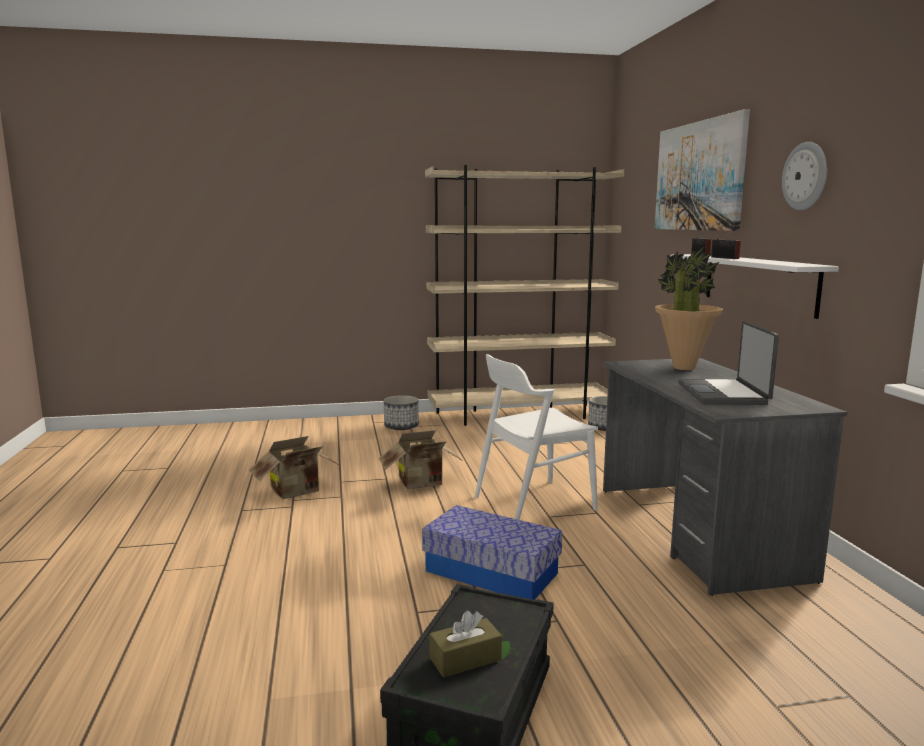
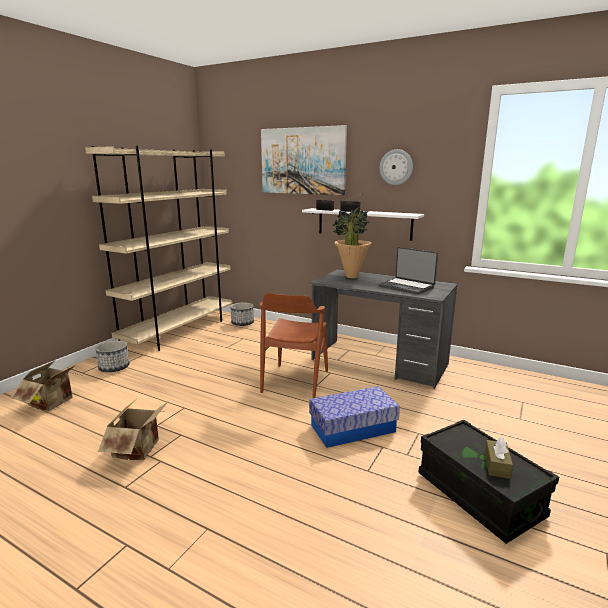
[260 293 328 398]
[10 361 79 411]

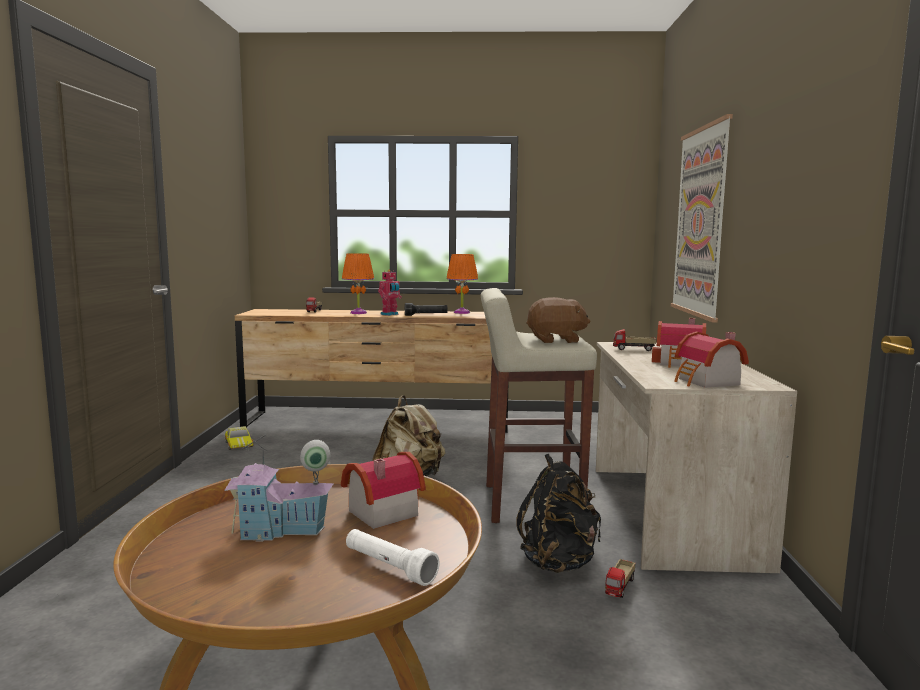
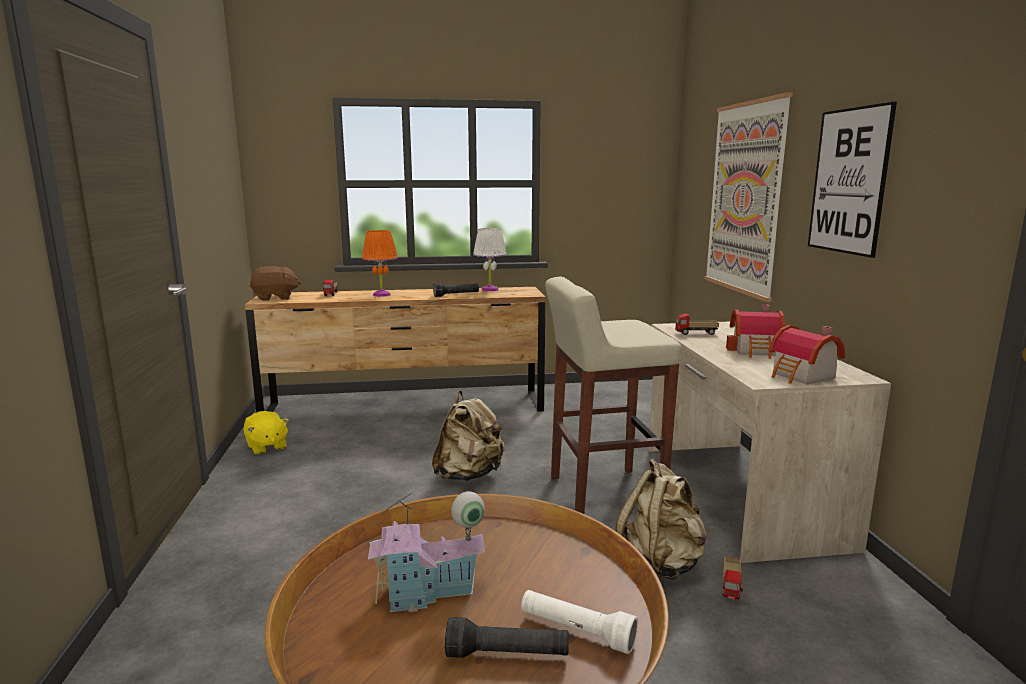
[473 228 506 291]
[378 270 402 316] (first image)
[250 266 301 301]
[243 411 289 455]
[341 452 426 529] (first image)
[615 459 707 580]
[808 101 897 258]
[445 617 569 658]

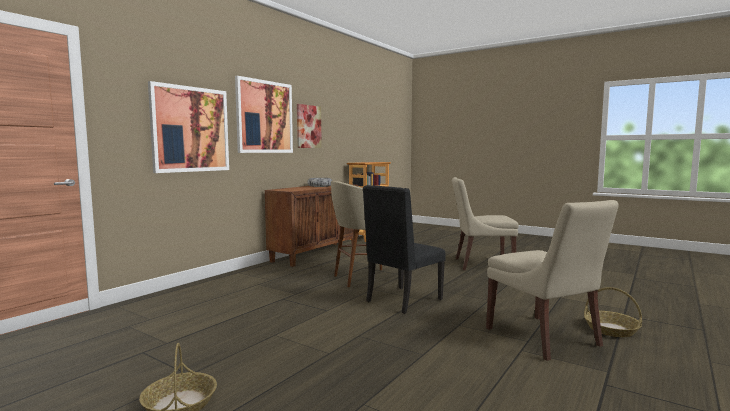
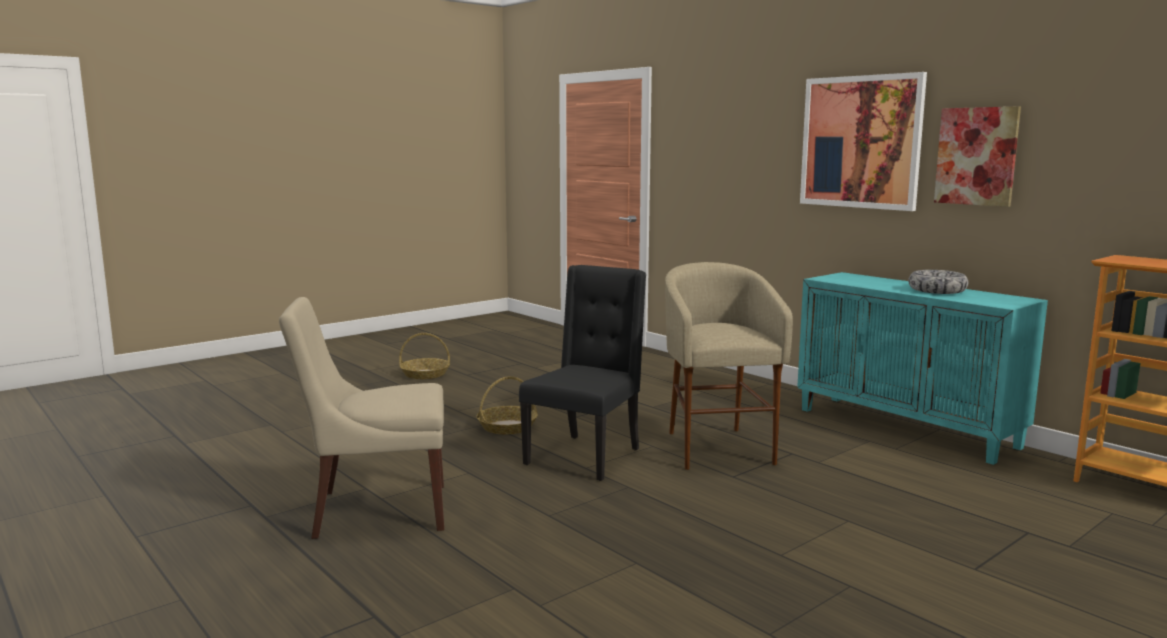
[148 81 229 173] (first image)
[452 177 519 270] (first image)
[797 272 1048 465]
[519 265 646 481]
[477 376 538 434]

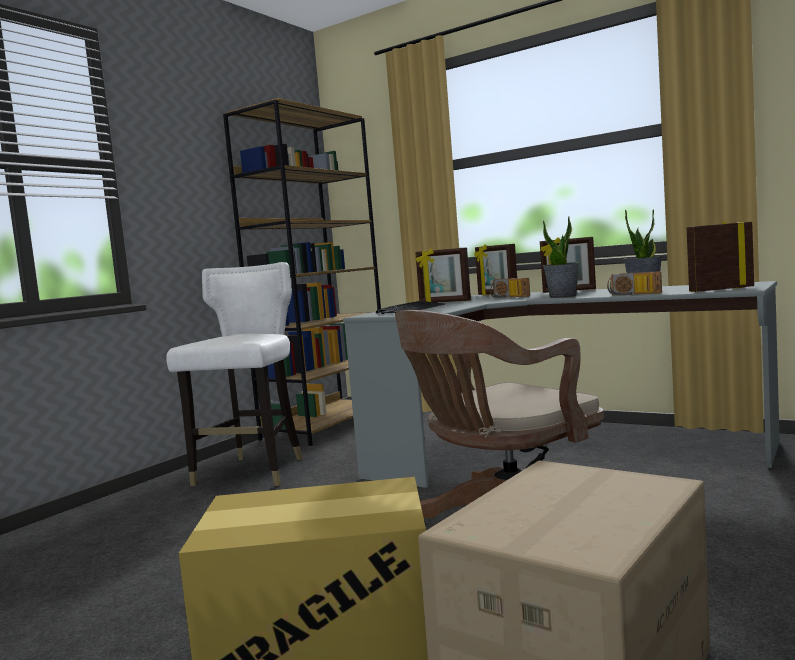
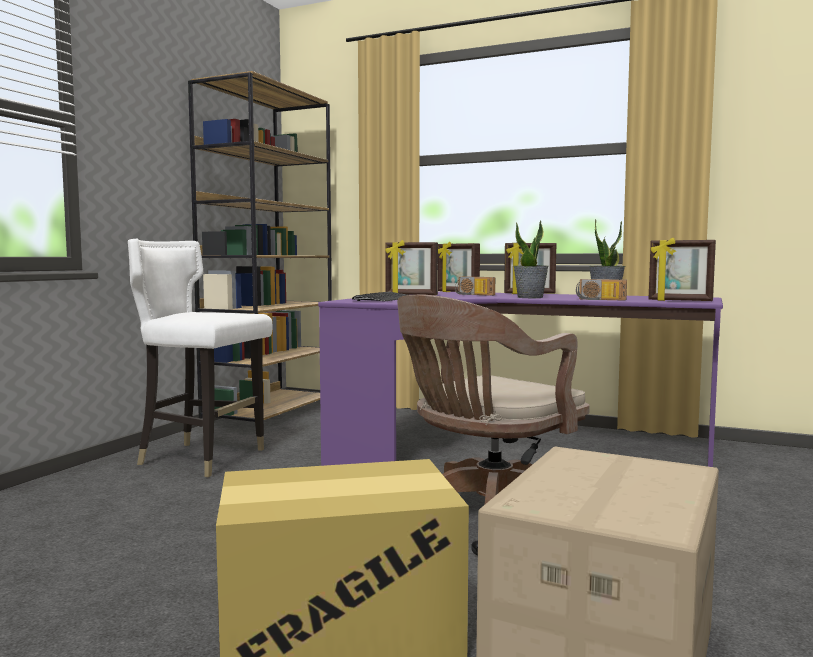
[649 238 716 301]
[128 238 273 477]
[318 292 723 467]

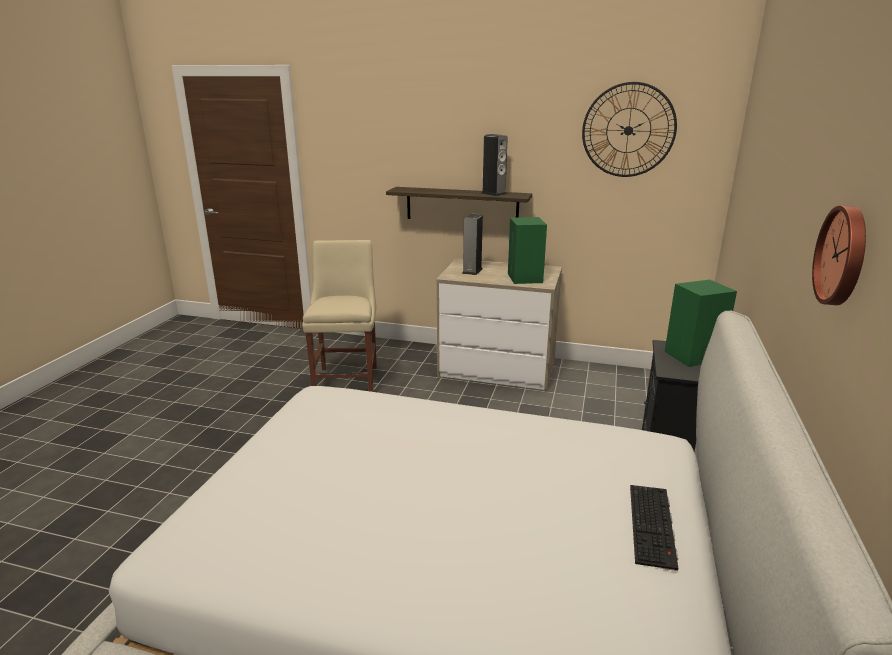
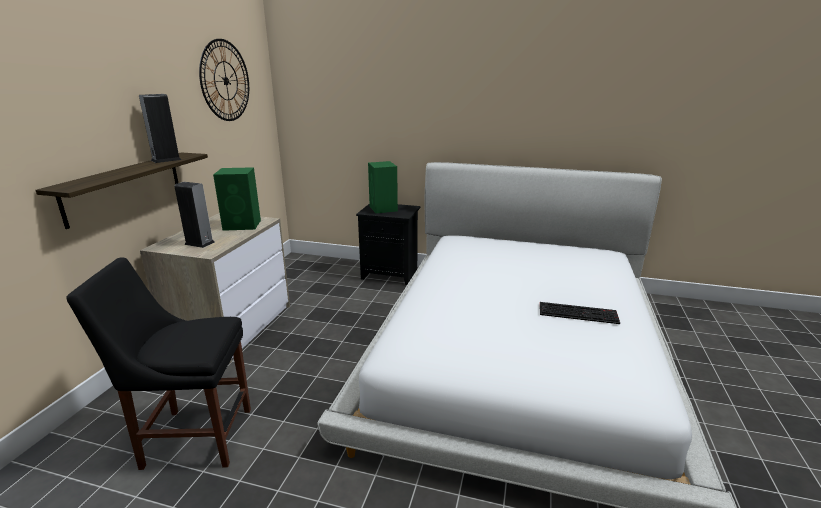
[812 205 866 305] (first image)
[66 257 251 470]
[540 302 620 324]

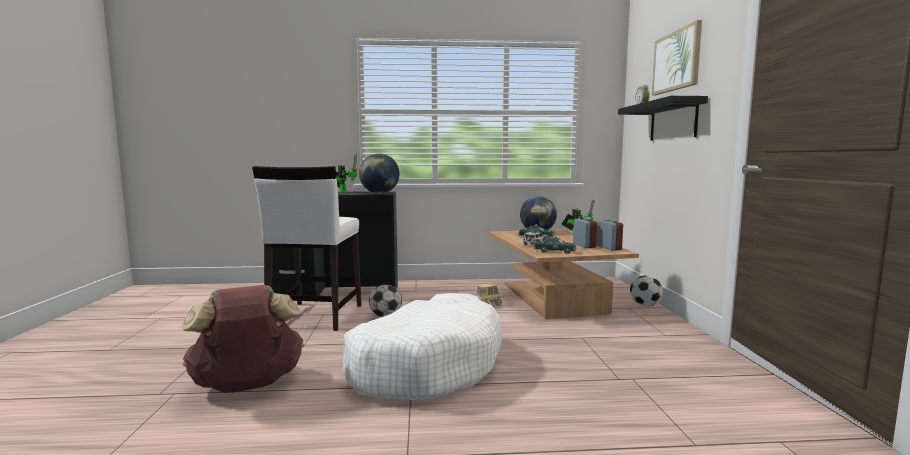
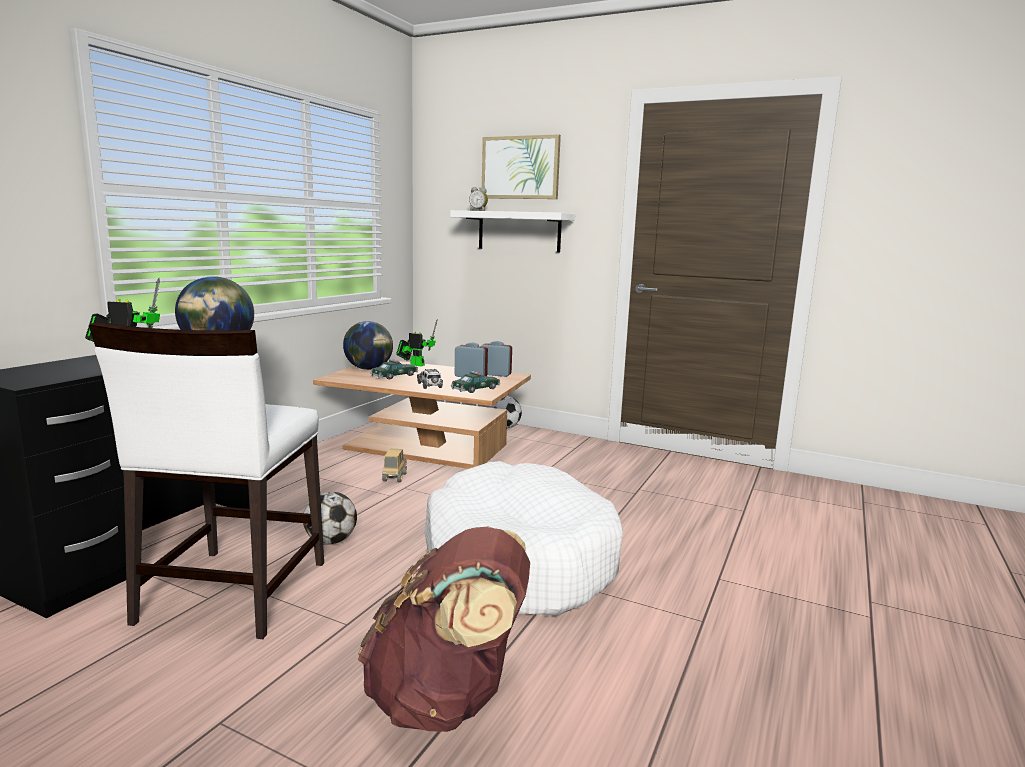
[450 210 575 252]
[89 322 324 639]

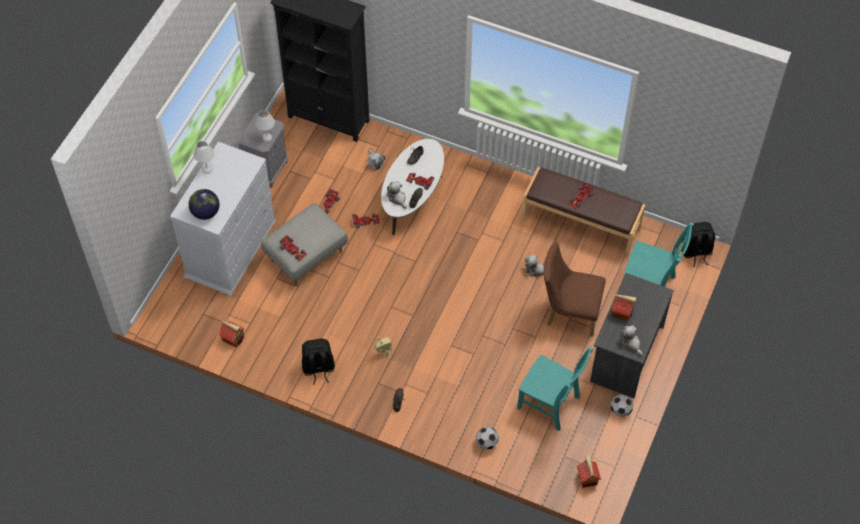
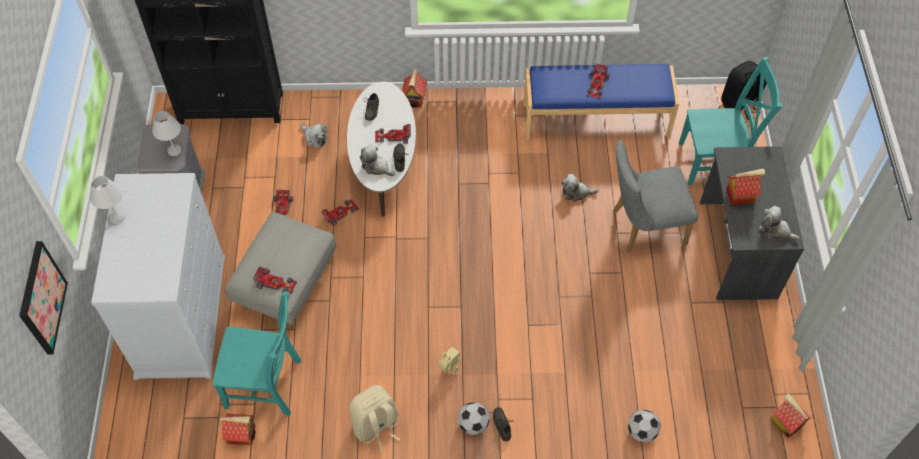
[523 64 679 140]
[189 189 220 220] (first image)
[613 140 698 253]
[349 385 400 452]
[212 291 301 416]
[458 402 490 435]
[402 68 427 108]
[19 241 68 355]

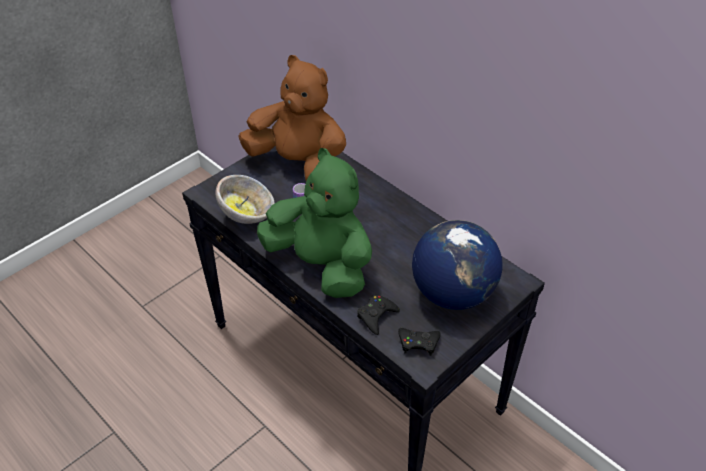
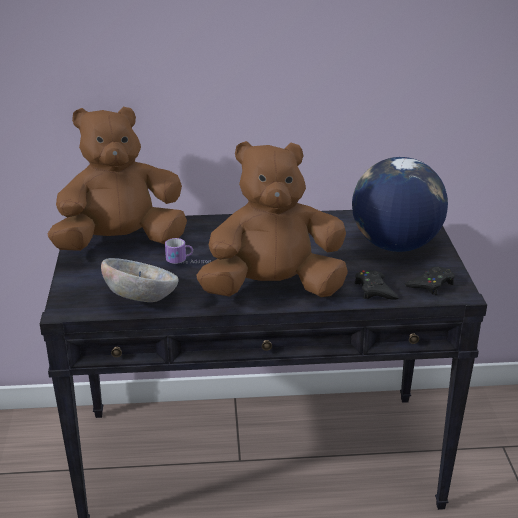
[197 141 348 297]

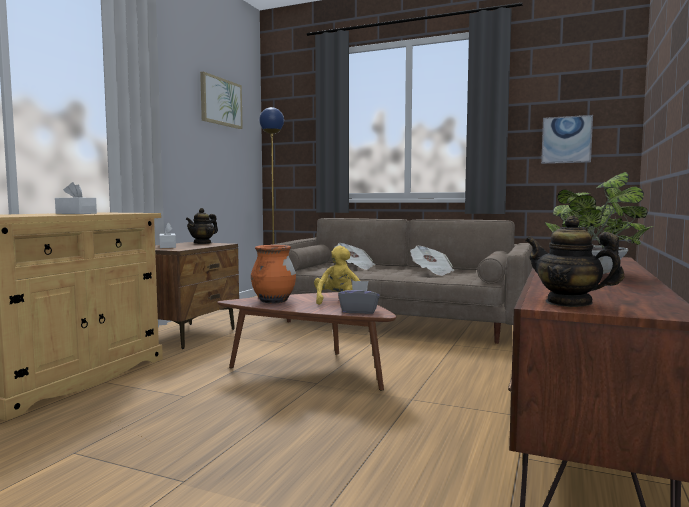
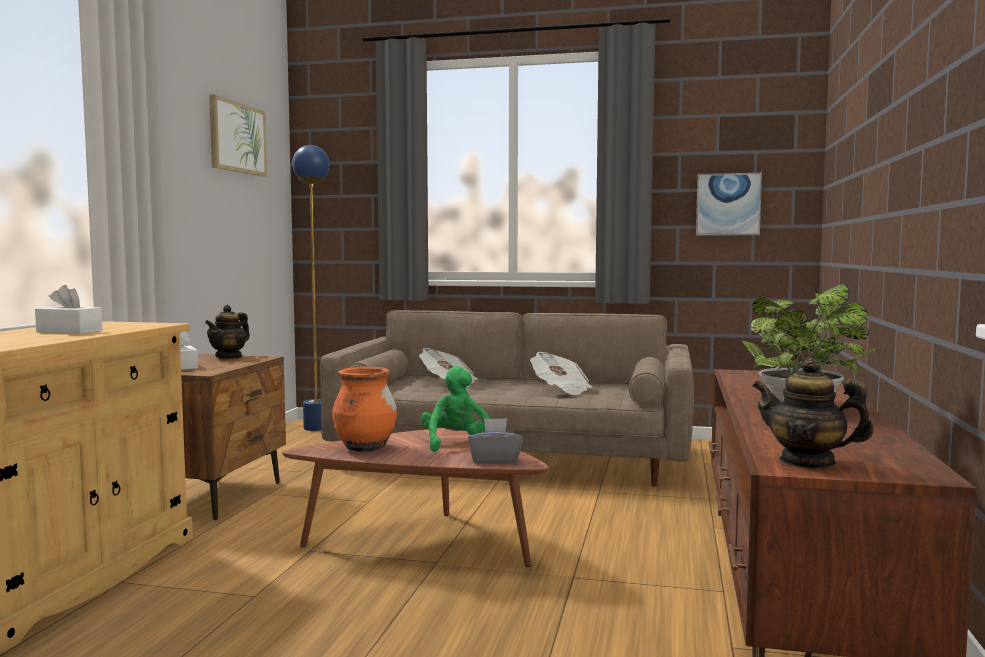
[421 366 490 452]

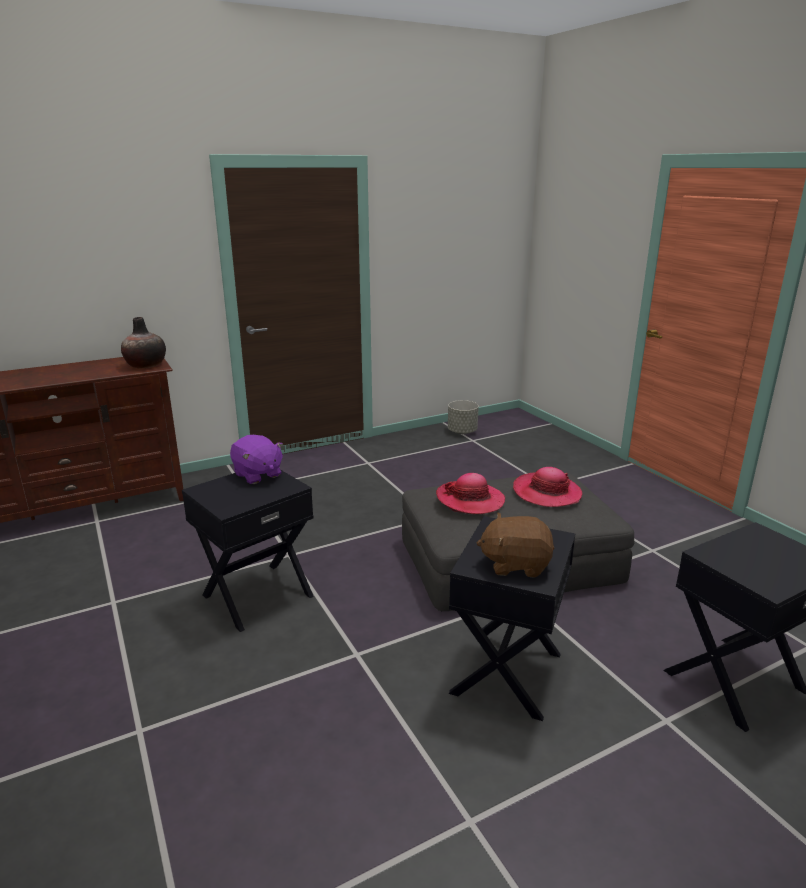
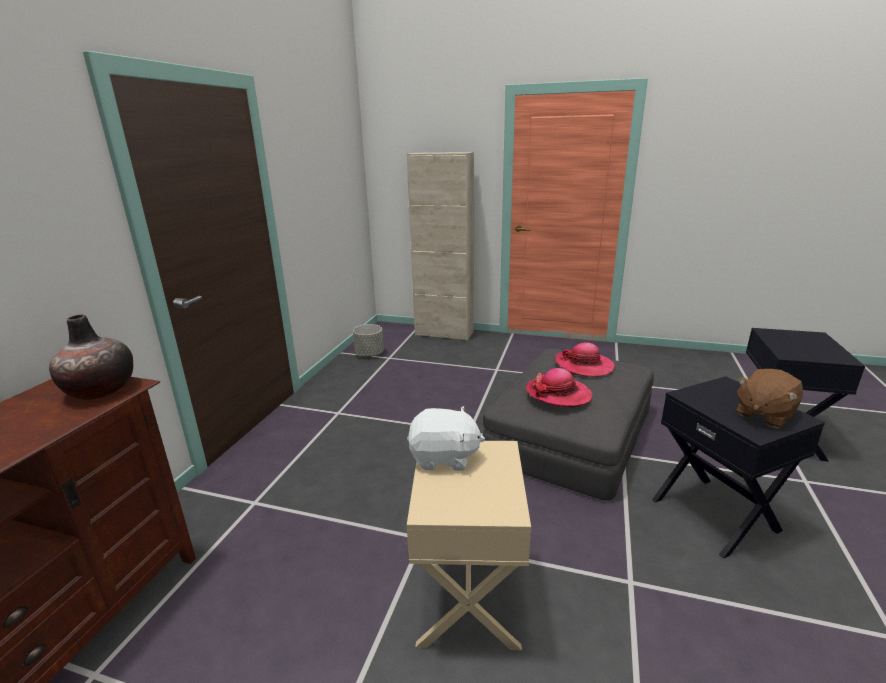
[407 406 485 471]
[407 441 531 650]
[407 152 474 341]

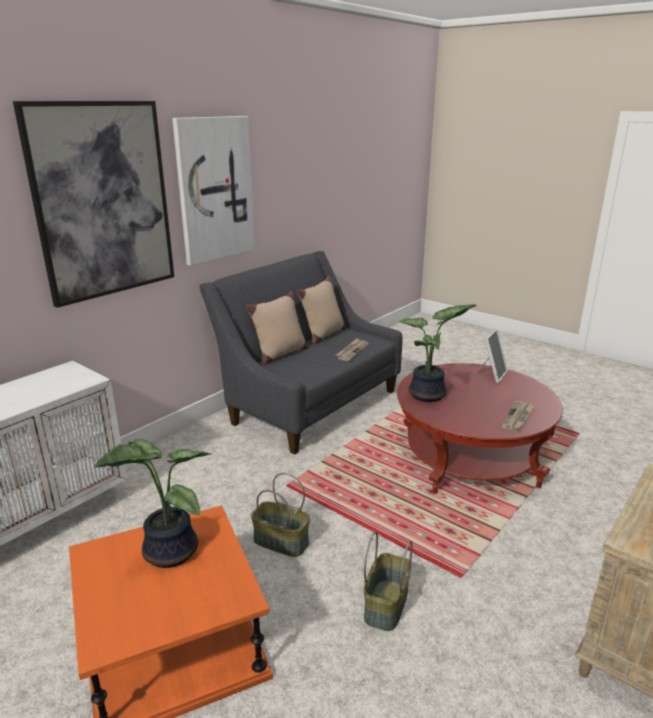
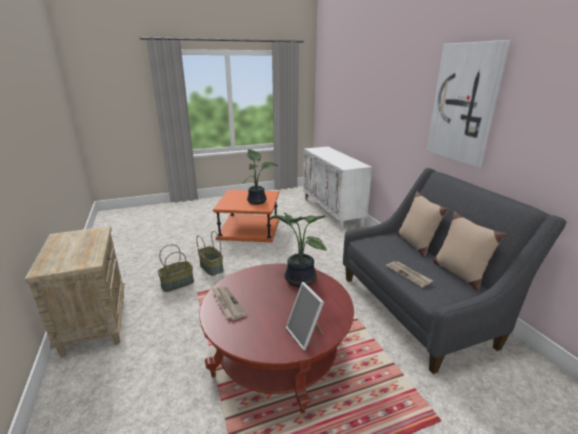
[13 101 174 308] (first image)
[158 244 194 292]

